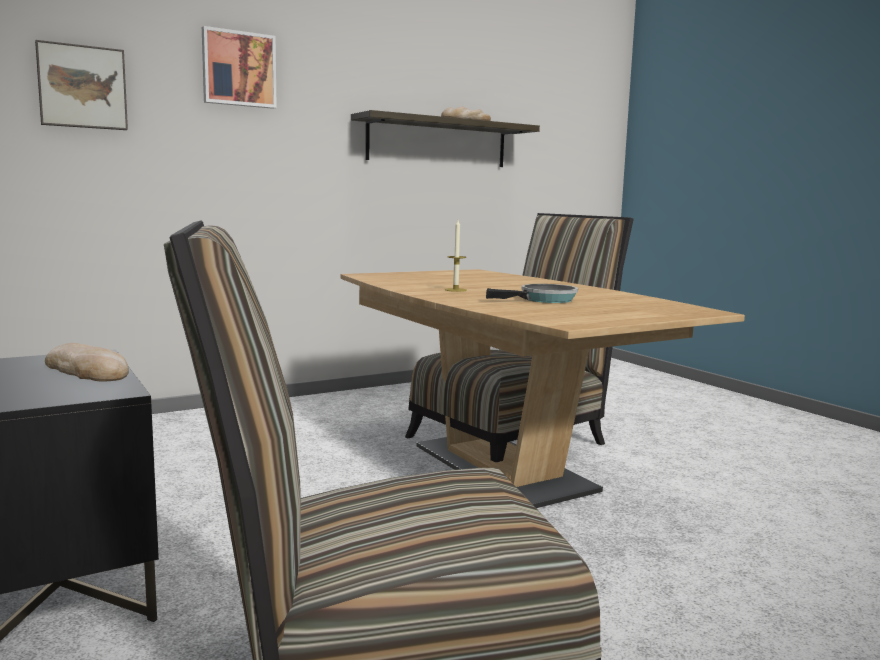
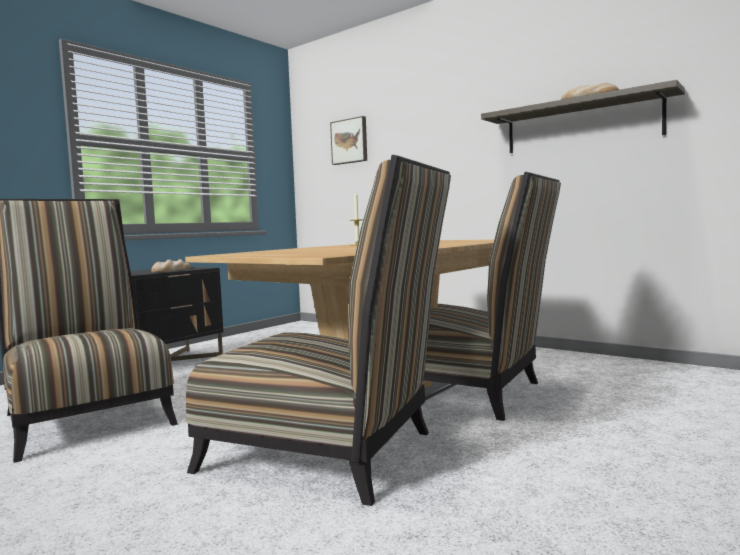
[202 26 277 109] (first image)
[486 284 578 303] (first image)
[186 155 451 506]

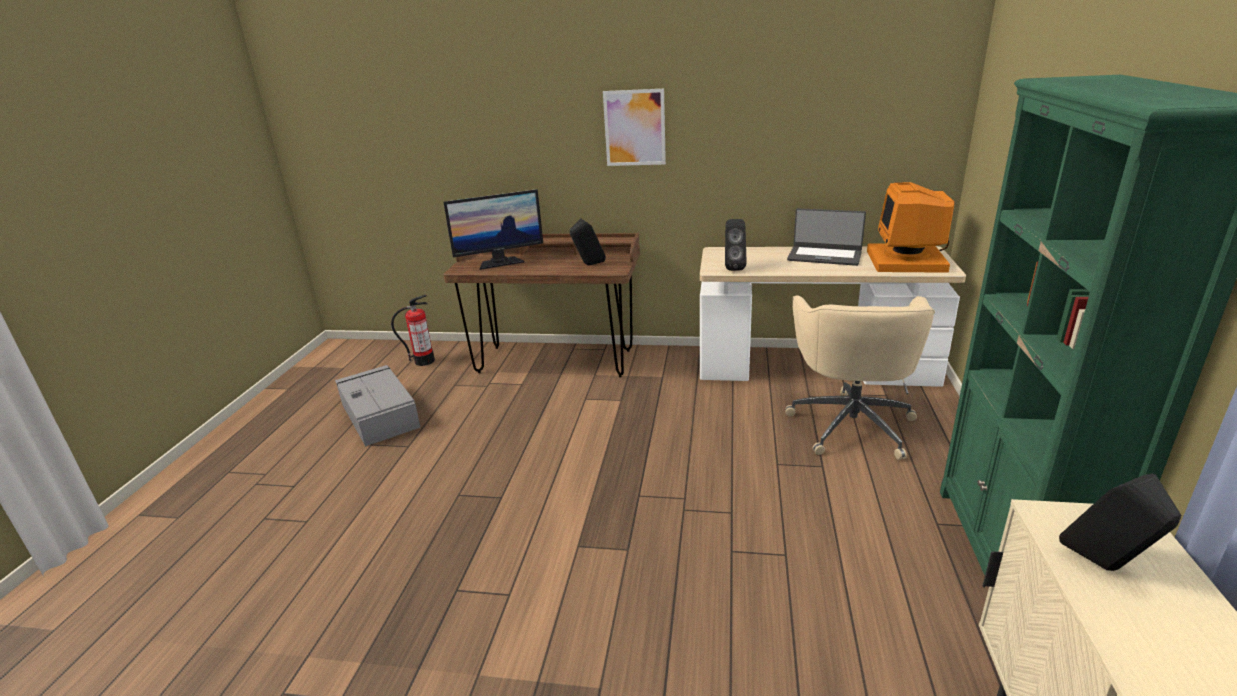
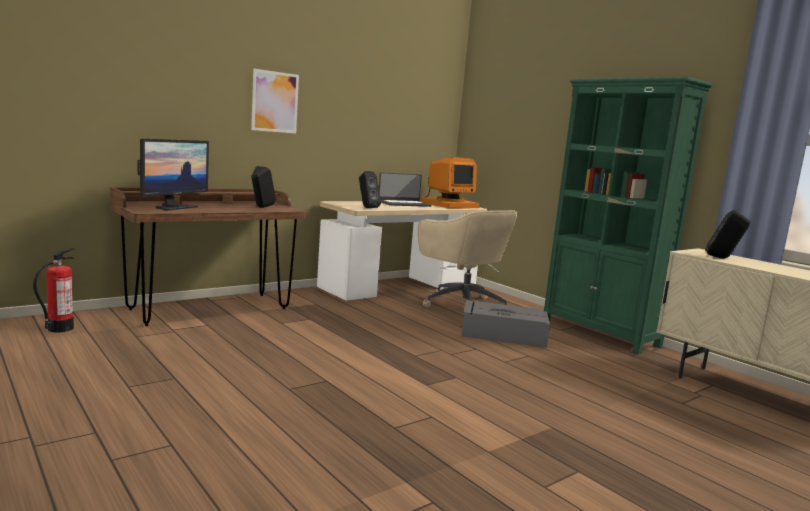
[422 157 480 209]
[462 300 550 348]

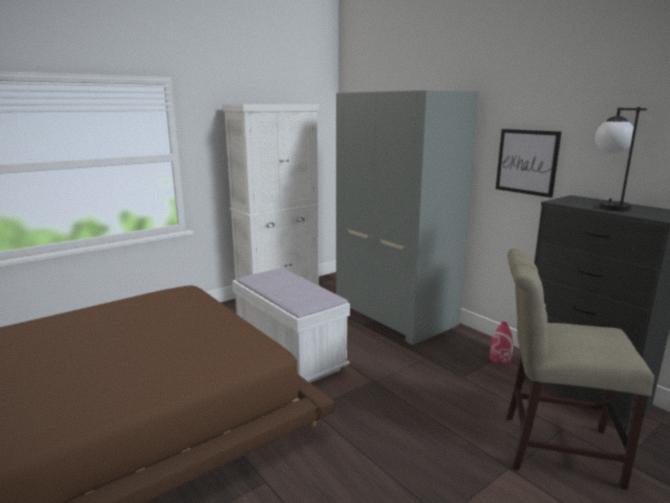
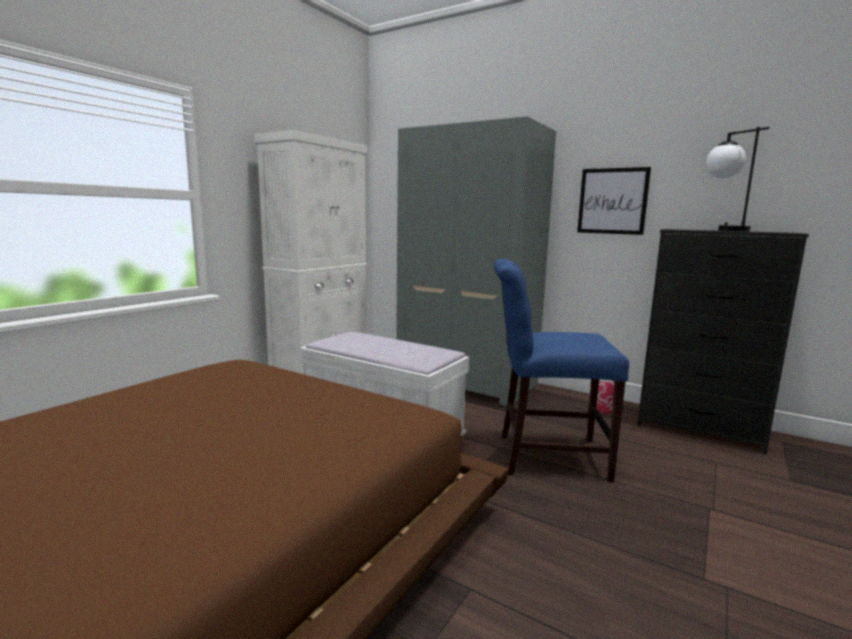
[507 248 654 490] (first image)
[494 259 629 482]

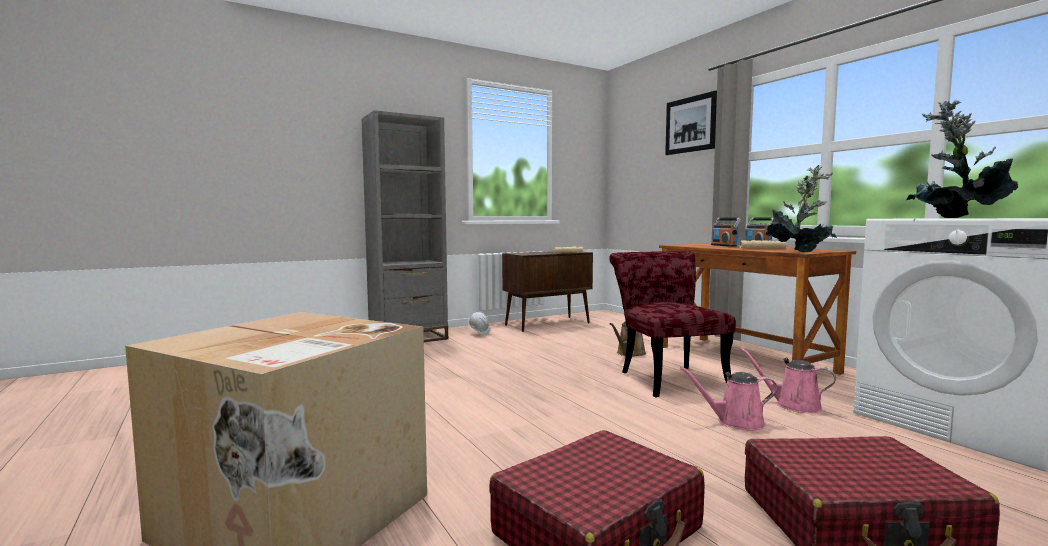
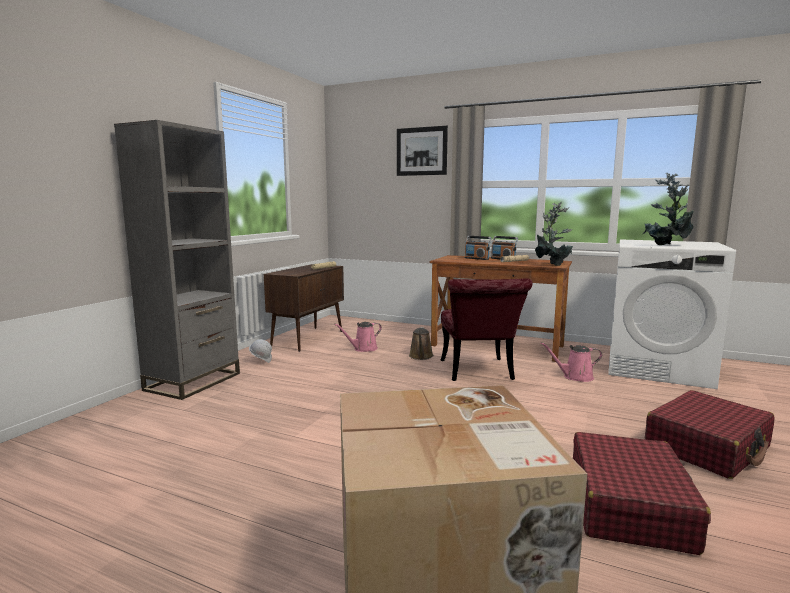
[441 278 533 381]
[334 322 382 352]

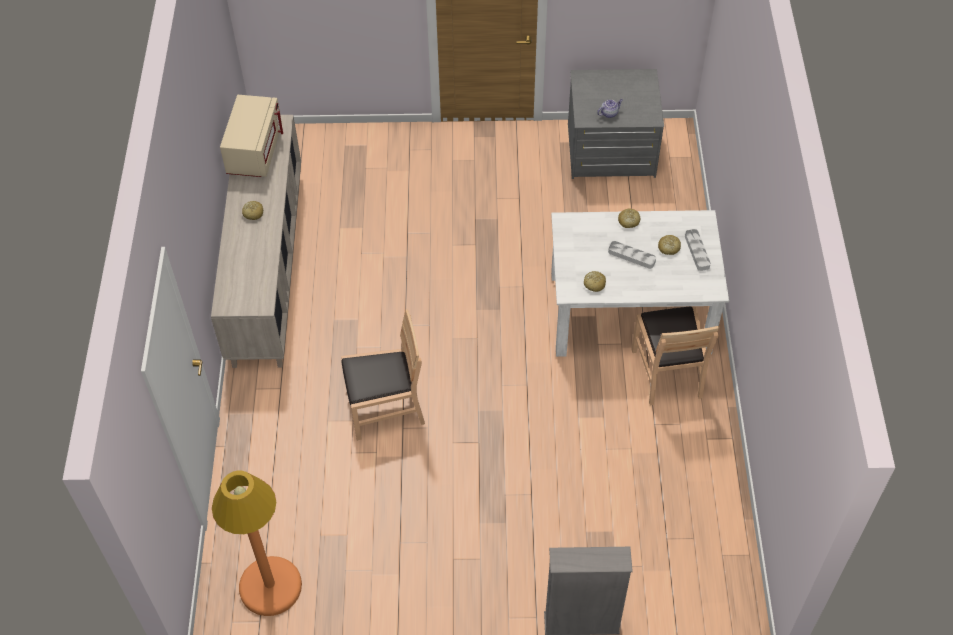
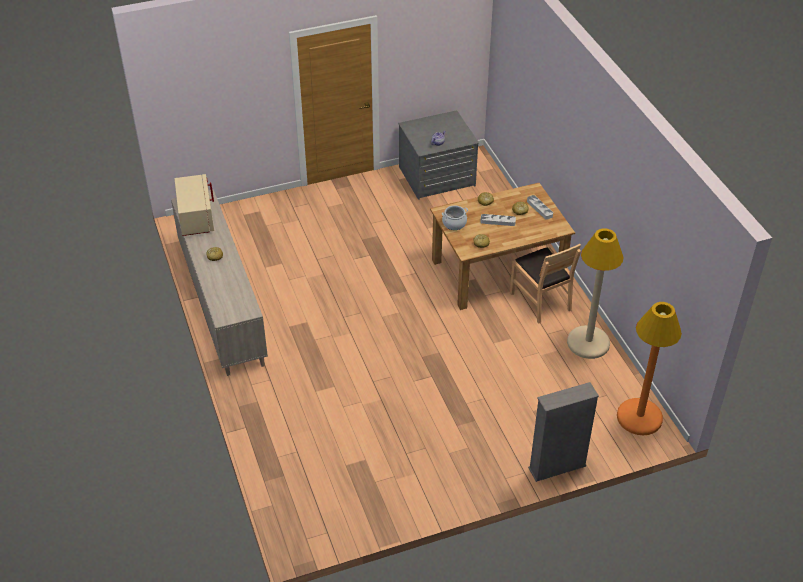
[430 183 575 310]
[341 309 425 441] (first image)
[617 302 682 435]
[442 205 468 230]
[567 228 624 359]

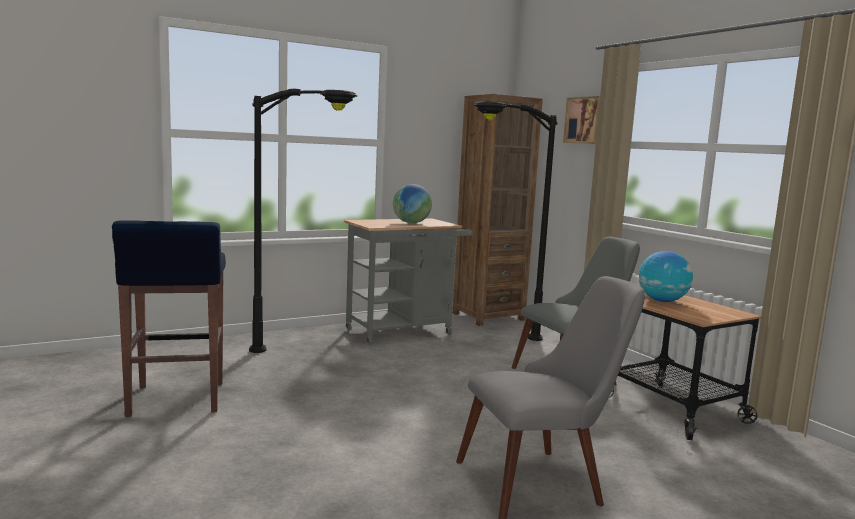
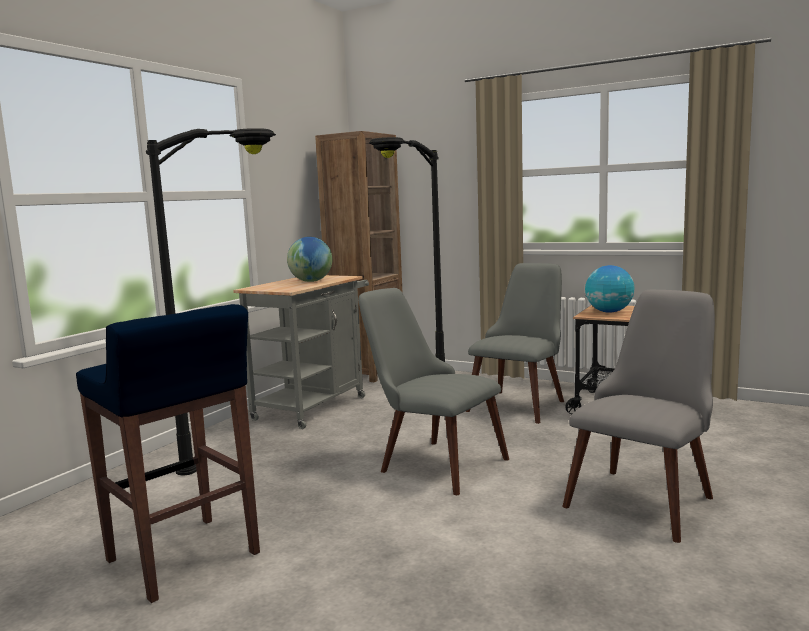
[563 96 600 144] (first image)
[358 288 509 495]

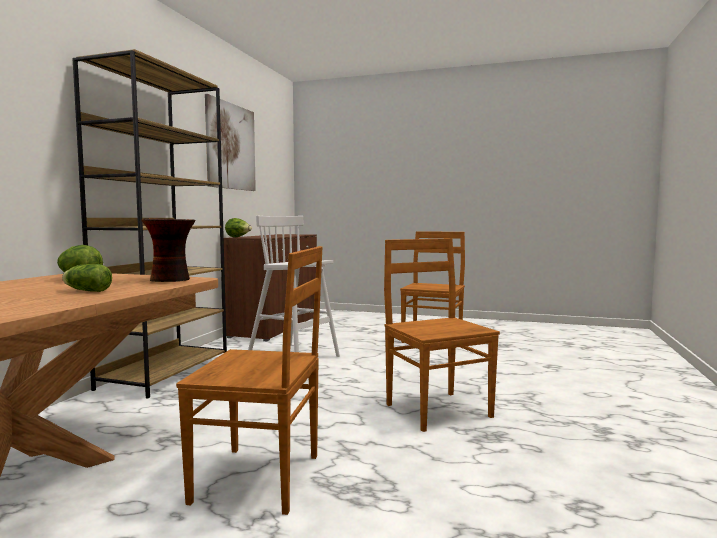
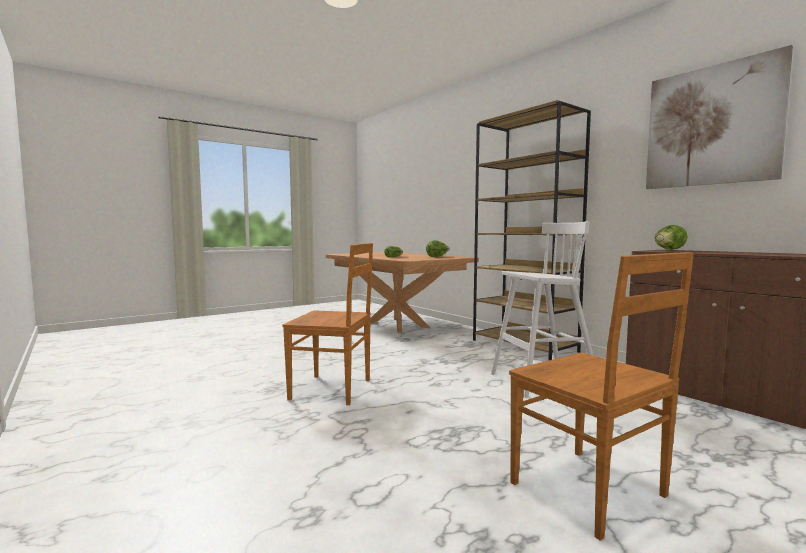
[141 218 196 282] (first image)
[176 246 323 515] (first image)

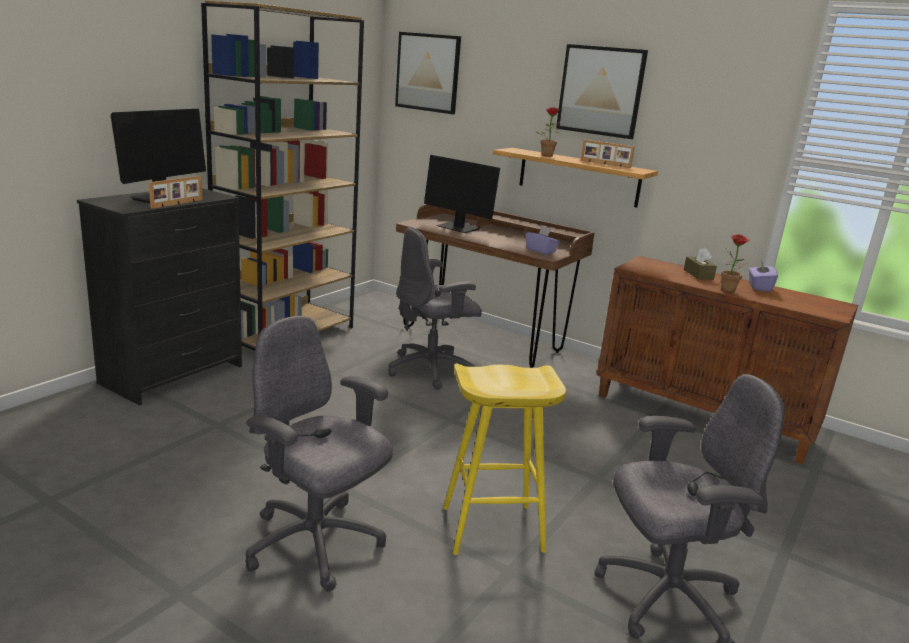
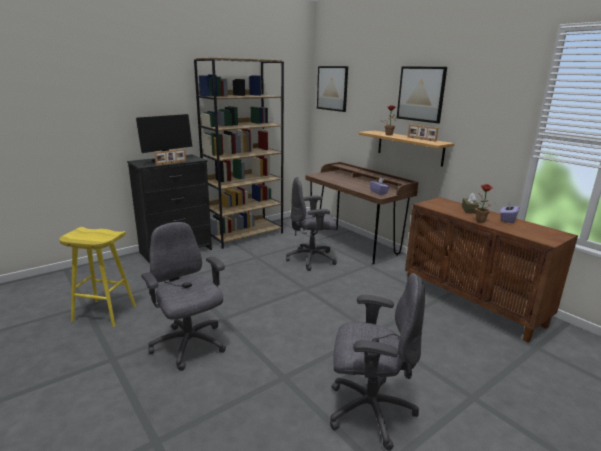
[424 155 500 233] (first image)
[59 227 136 327]

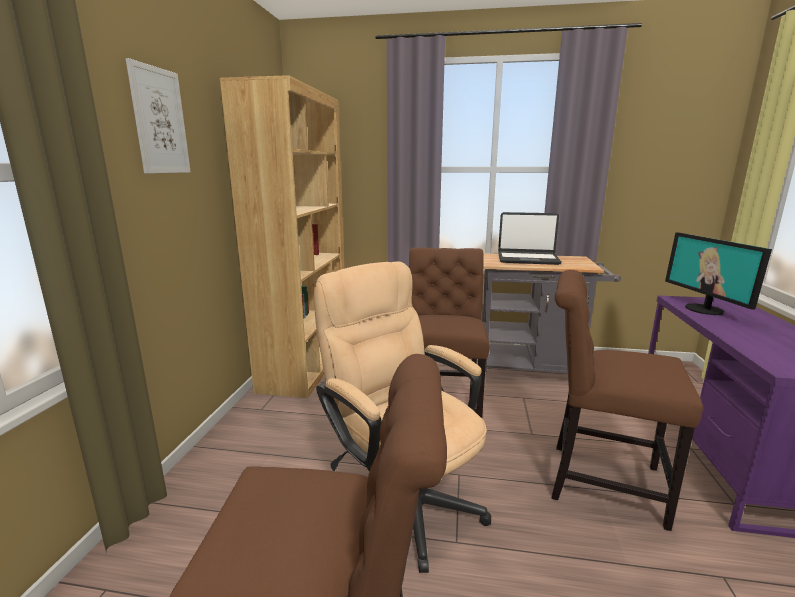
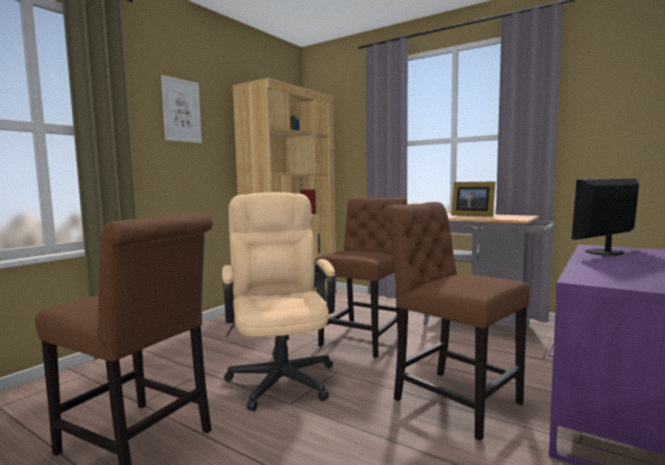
[451 181 495 217]
[572 179 639 255]

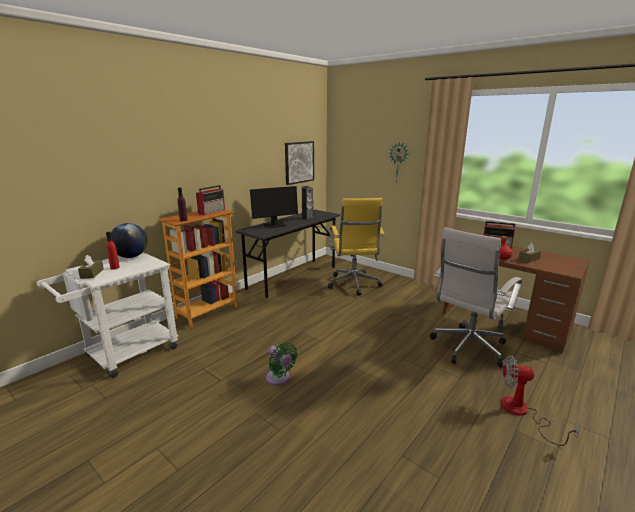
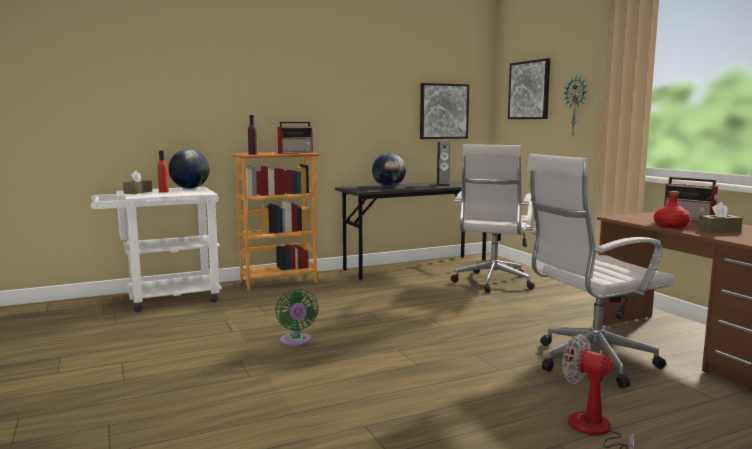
[372 153 406 187]
[451 144 535 293]
[508 58 550 119]

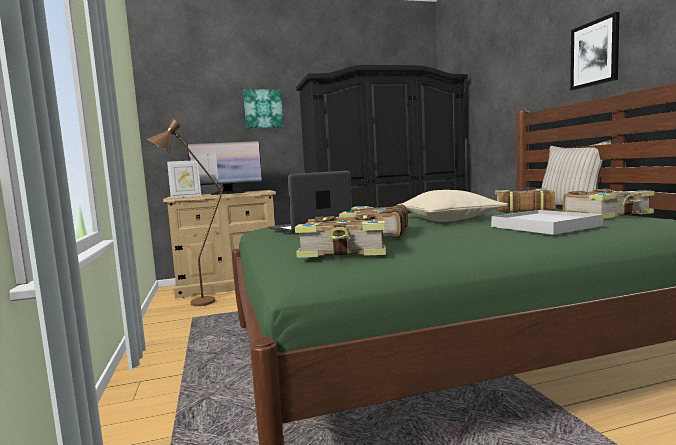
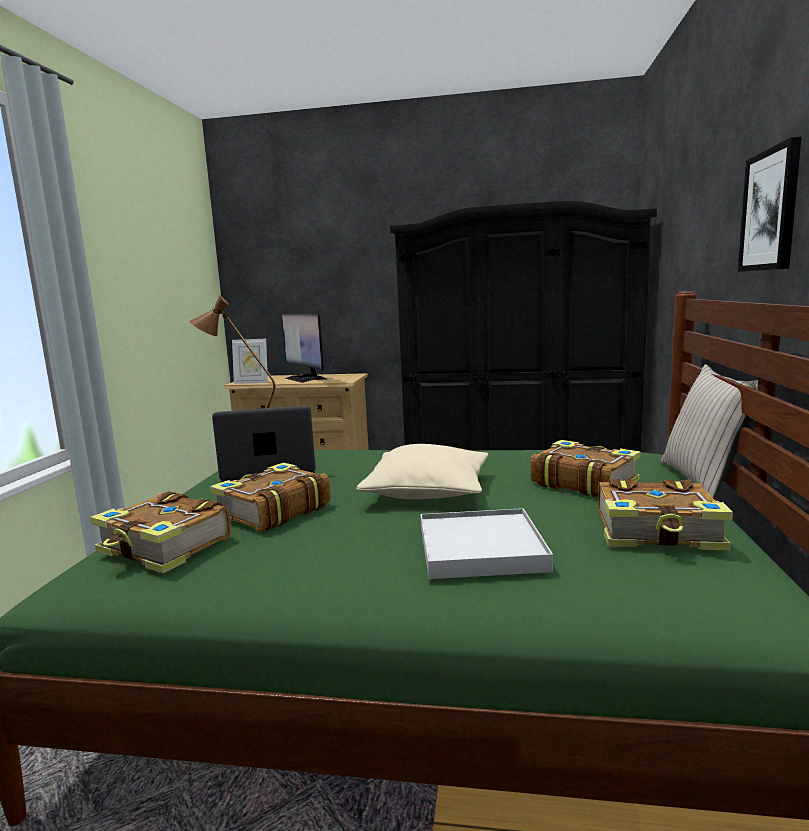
[243 89 284 128] (first image)
[282 314 327 383]

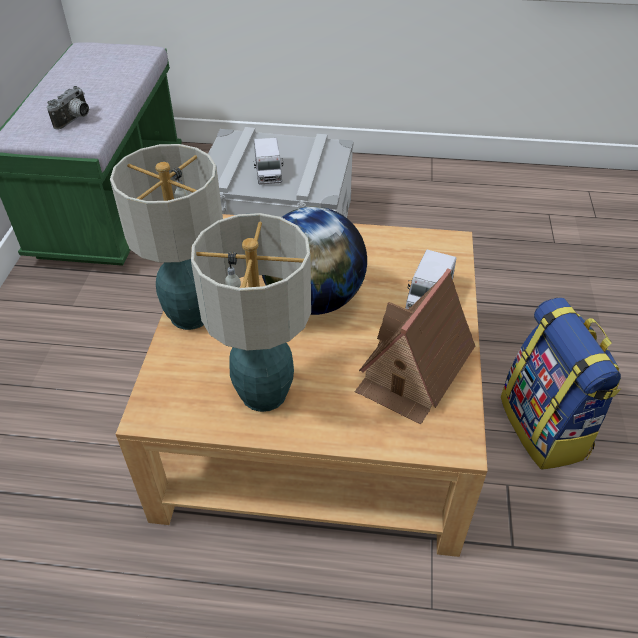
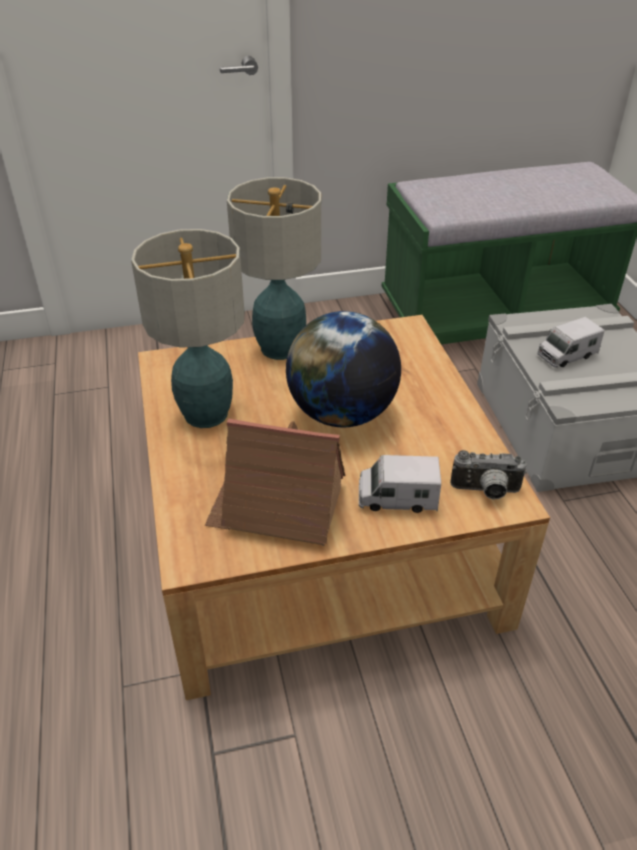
[450 450 527 500]
[501 298 621 470] (first image)

